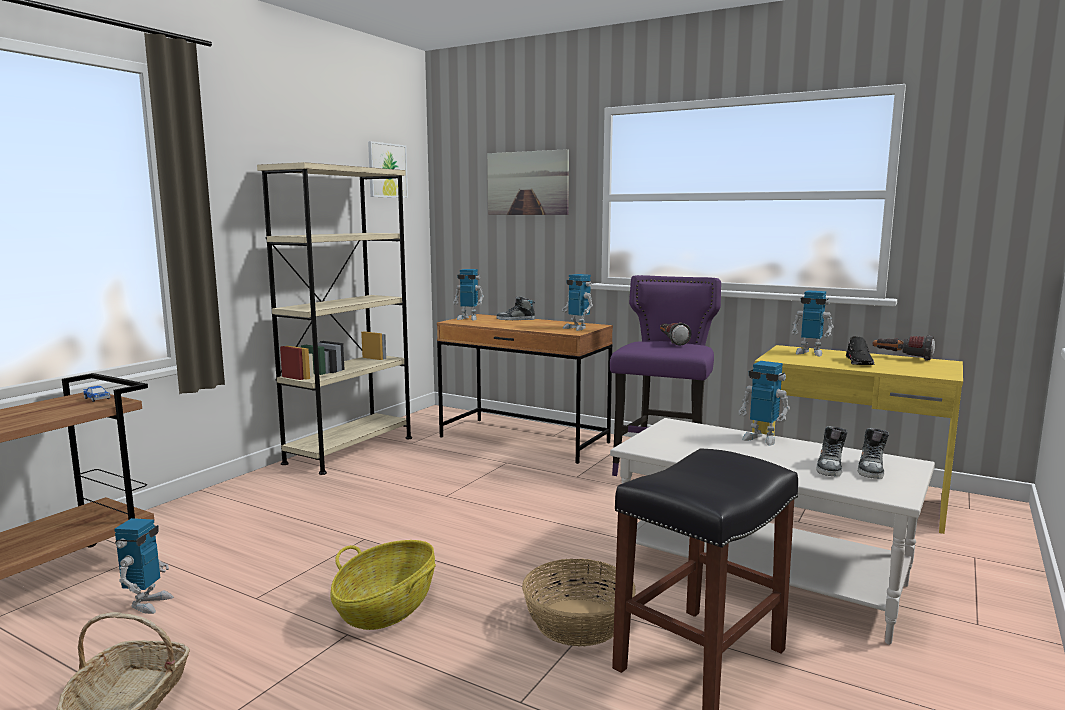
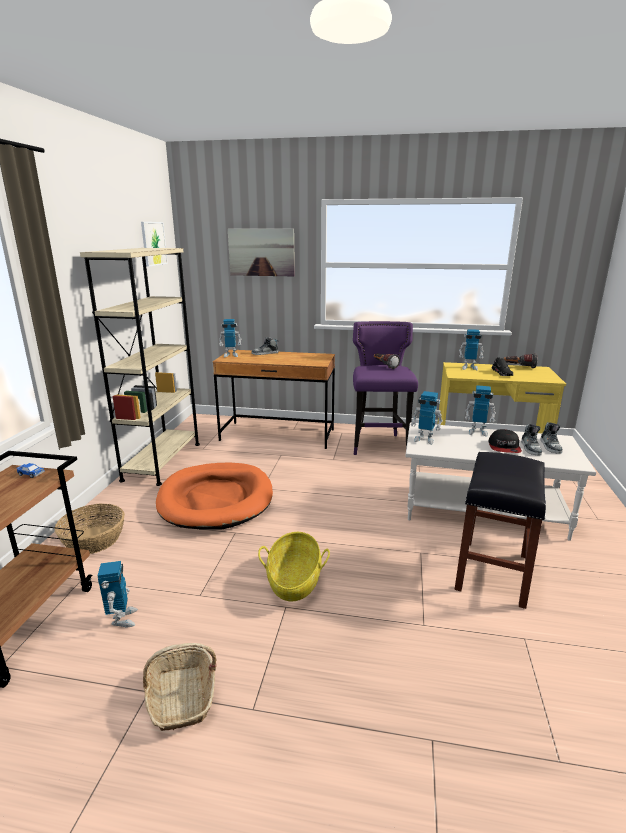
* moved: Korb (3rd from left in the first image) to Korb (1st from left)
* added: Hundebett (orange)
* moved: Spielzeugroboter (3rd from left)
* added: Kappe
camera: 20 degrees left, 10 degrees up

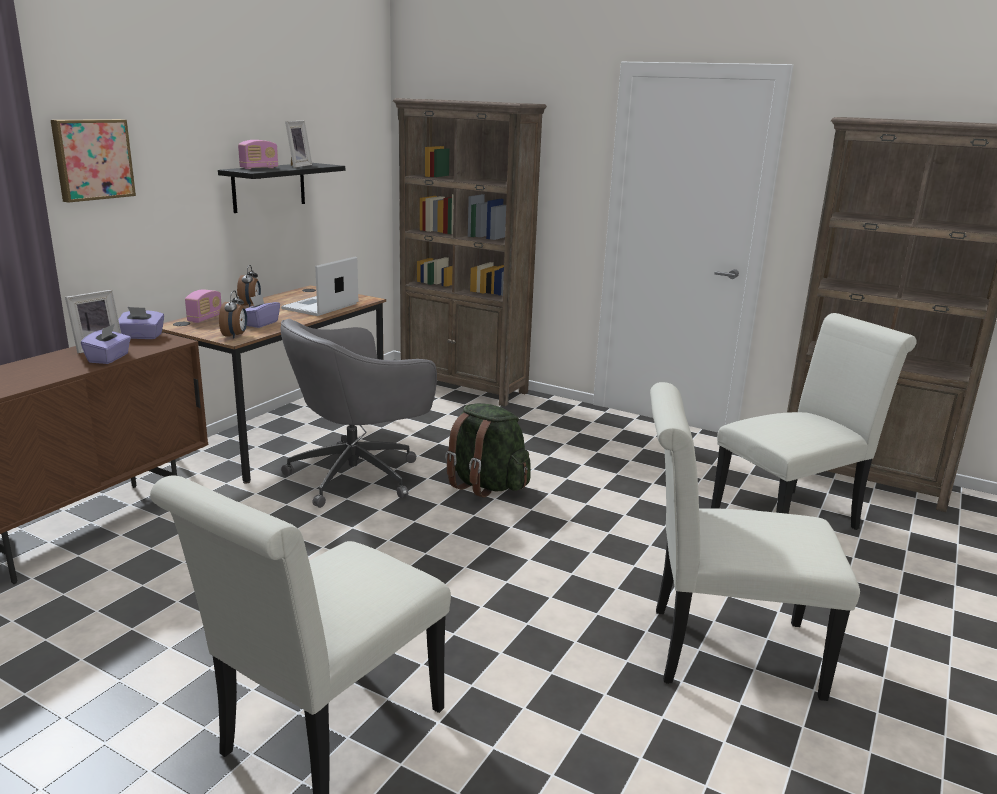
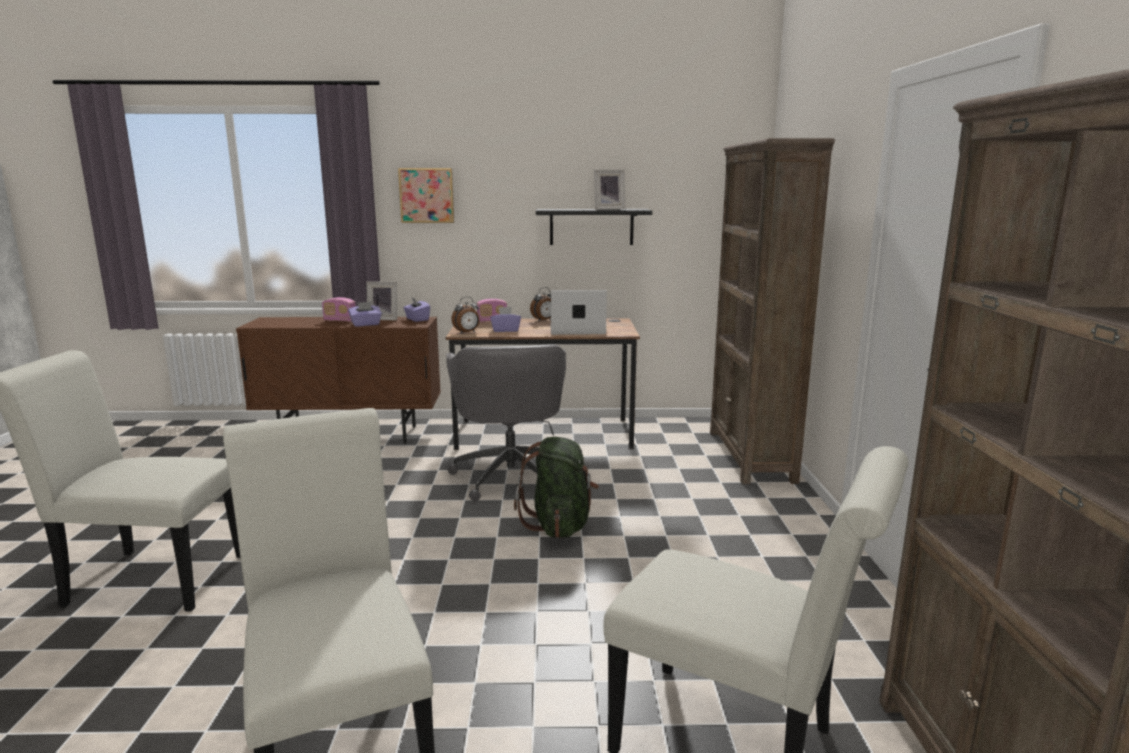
* moved: Radio (2nd from left in the first image) to Radio (1st from left)
* turned: Bürostuhl (grau) 120 degrees counterclockwise
camera: 60 degrees right, 5 degrees down

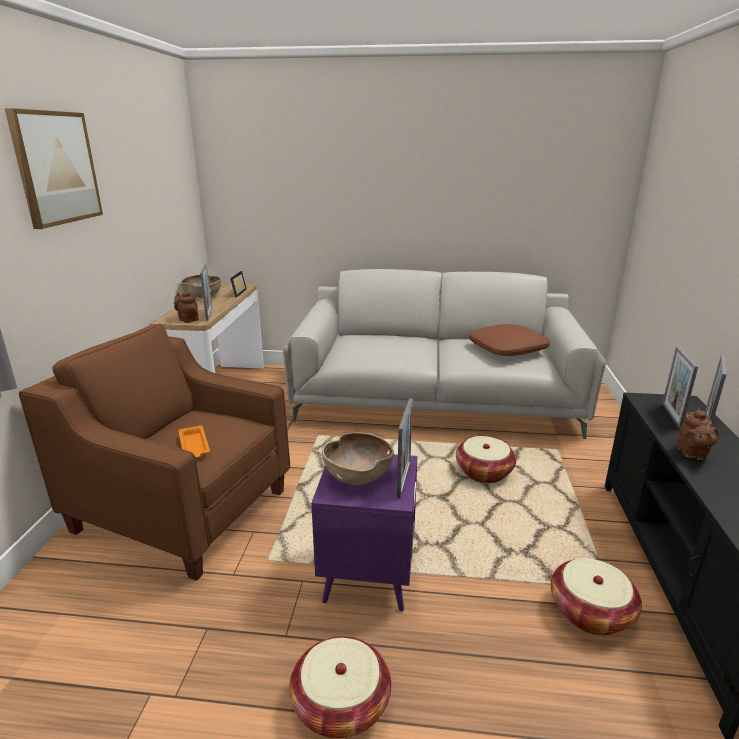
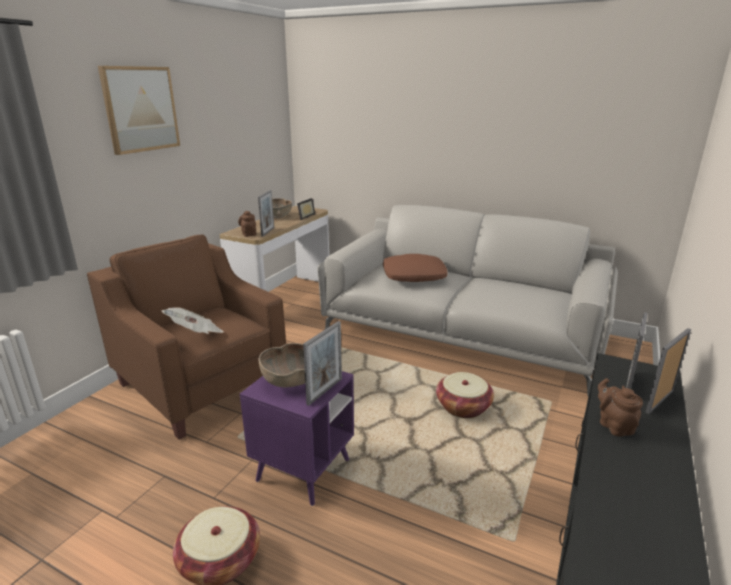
* replaced: Tablett (orange) to Zeitung
* moved: Kissen (braun)
* turned: Teekanne (braun) (2nd from left) 135 degrees clockwise
* removed: Korb (3rd from left)
camera: 20 degrees right, 0 degrees up

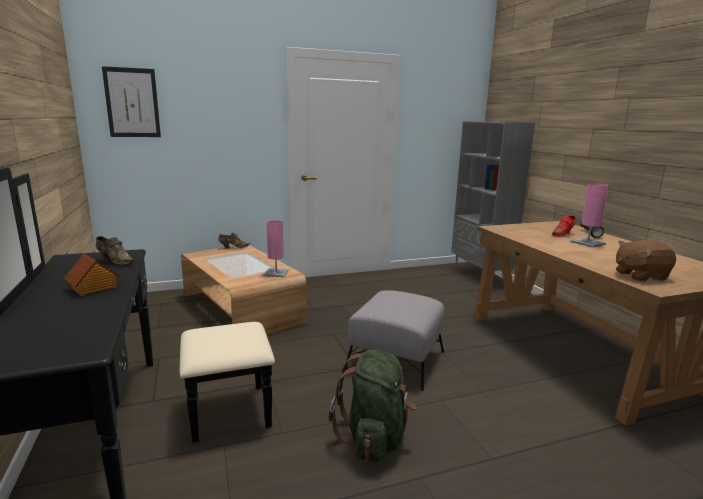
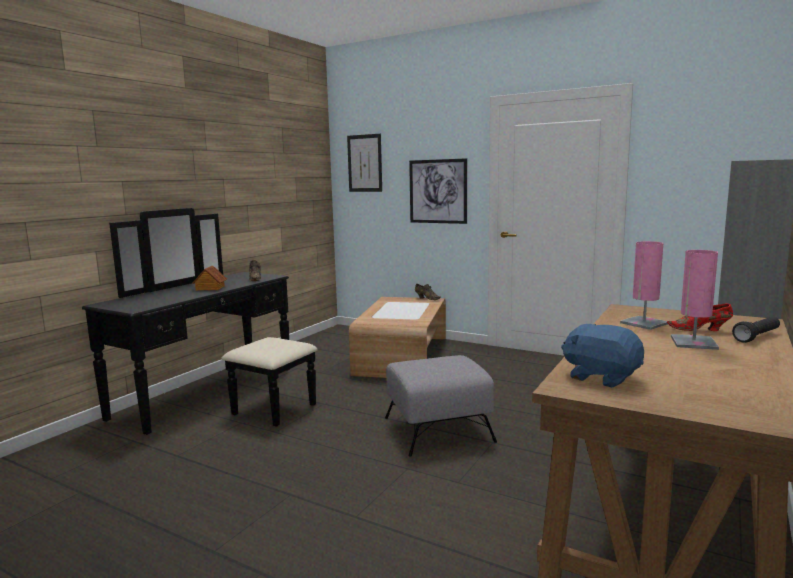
* added: Bild (2nd from left)
* recoloured: Plüschtier (braun) to Plüschtier (blau)
* moved: Tischlampe (rosa) (1st from left)
* removed: Rucksack (grün)
camera: 50 degrees right, 5 degrees down

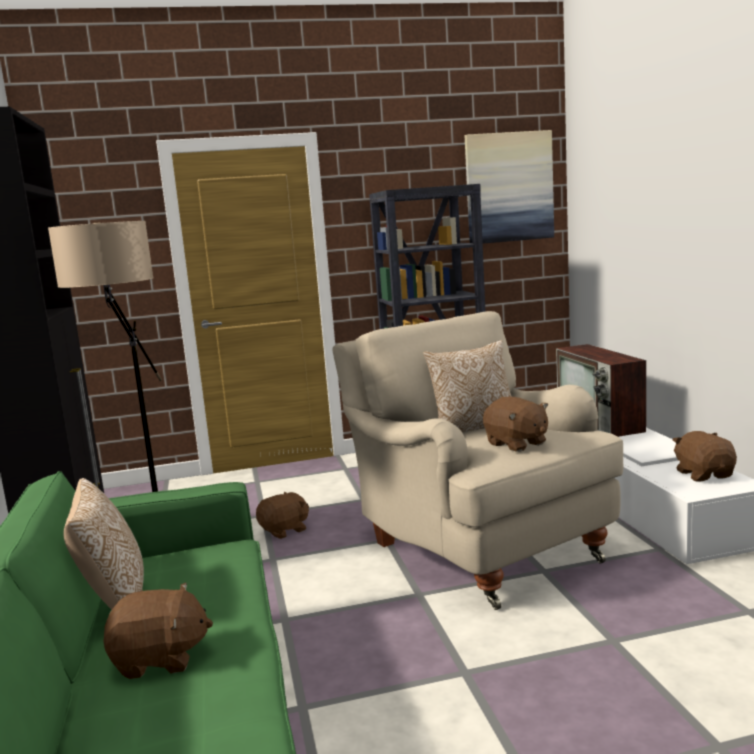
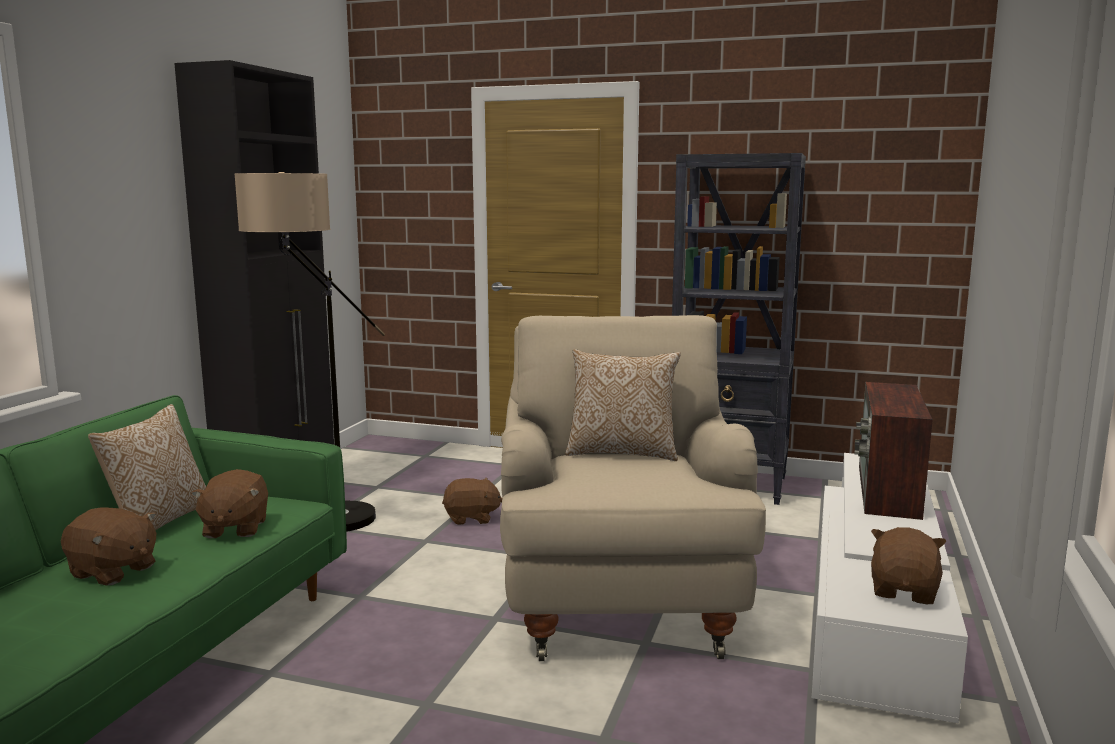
* moved: Plüschtier (braun) (3rd from left in the first image) to Plüschtier (braun) (2nd from left)
* removed: Bild
camera: 30 degrees right, 0 degrees up

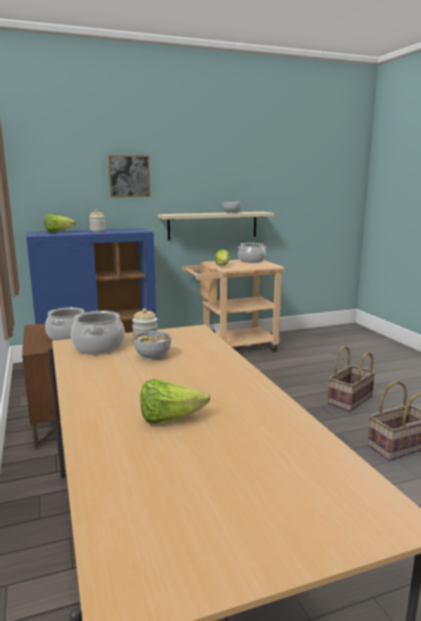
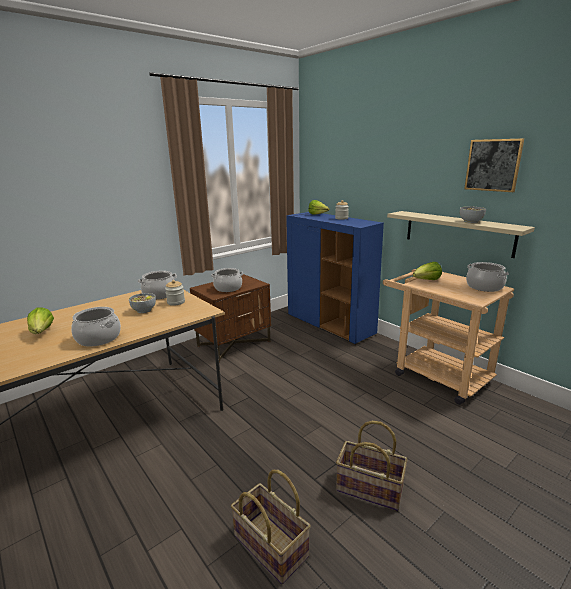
* added: Kochtopf (1st from left)
* moved: Bild
camera: 70 degrees right, 5 degrees up

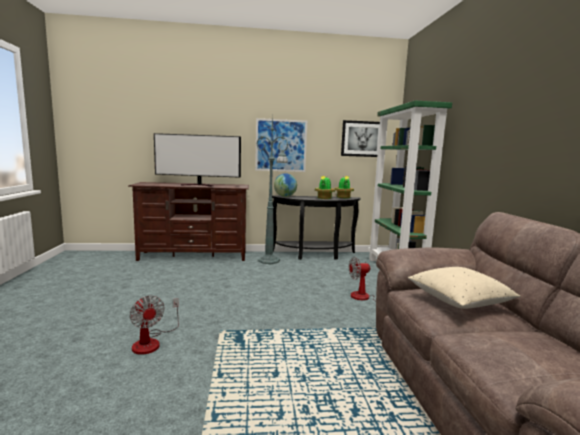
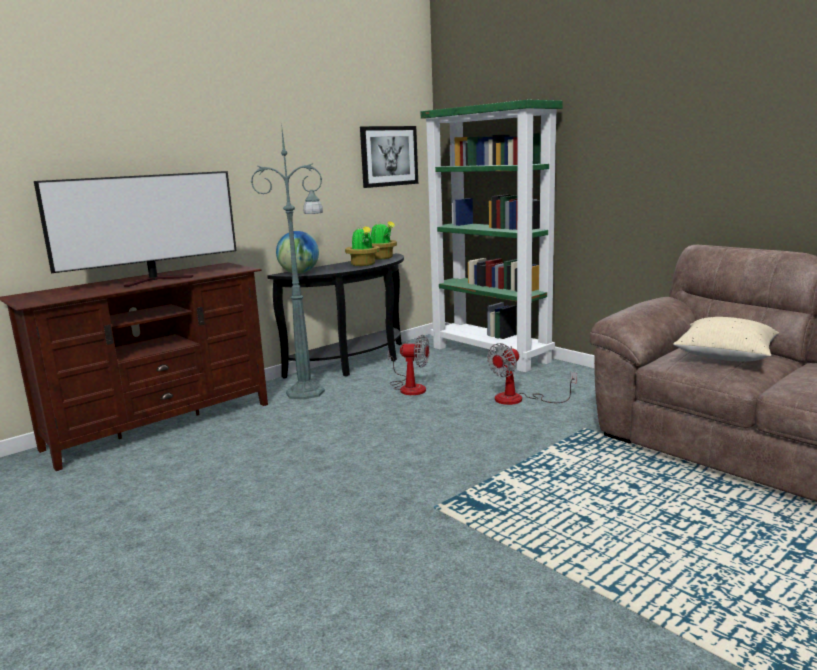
* moved: Ventilator (1st from left)
* removed: Bild (1st from left)
camera: 35 degrees left, 5 degrees up

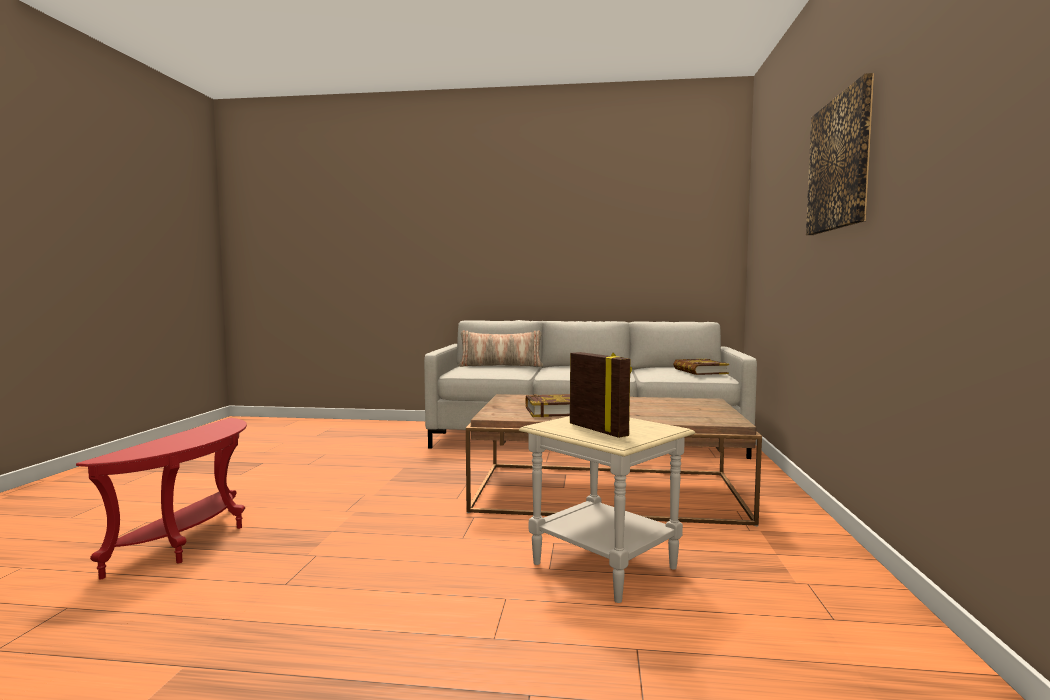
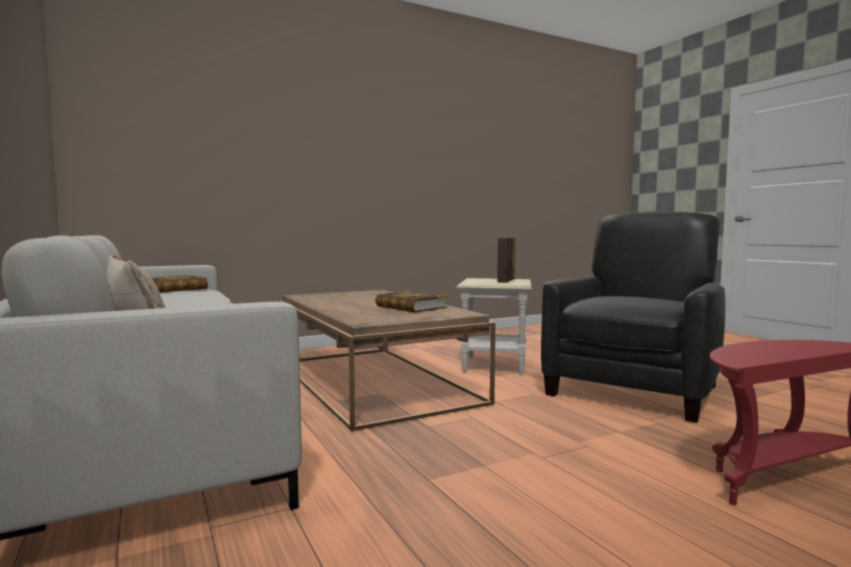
* added: Sessel (schwarz)
* removed: Bild
camera: 125 degrees left, 0 degrees up

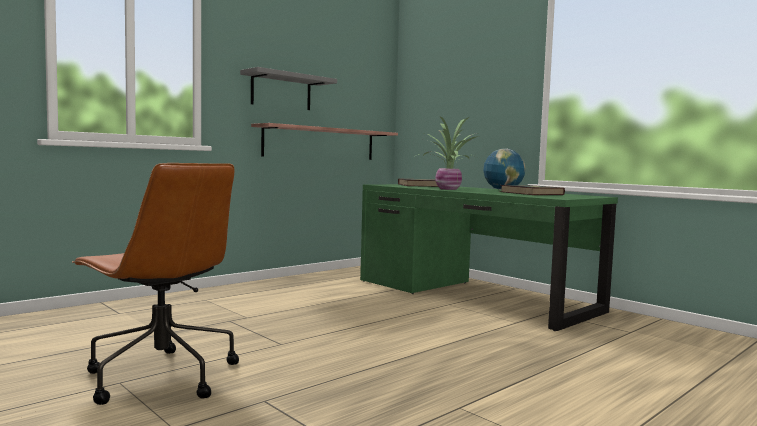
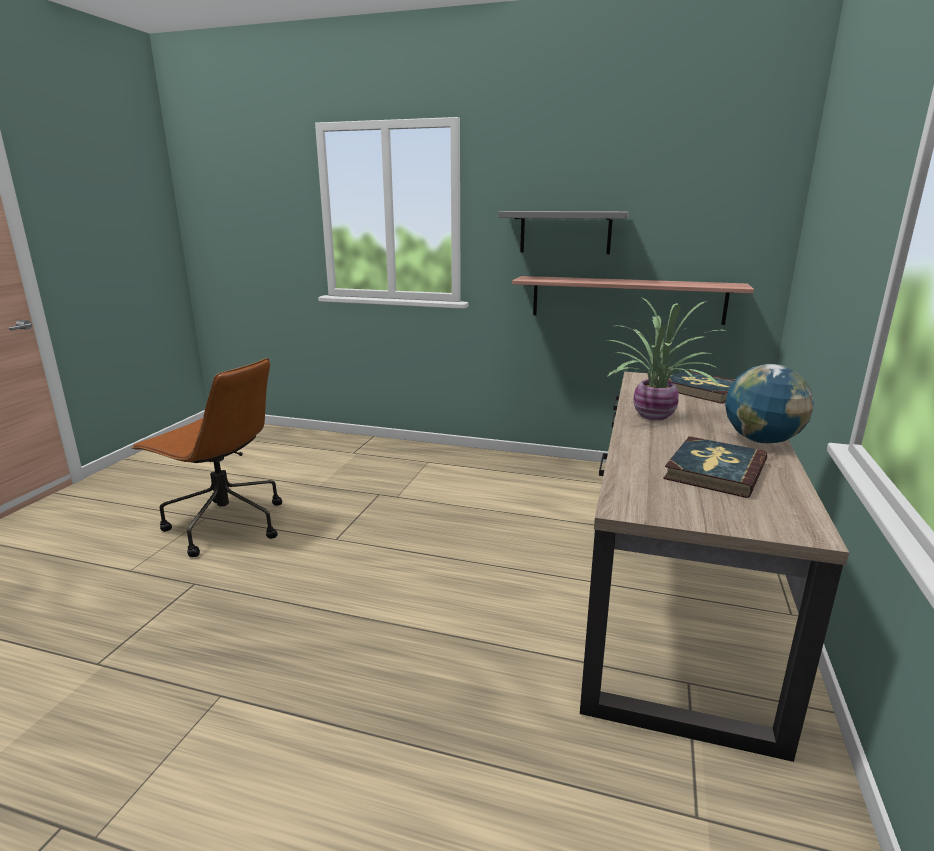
* turned: Bürostuhl (braun) 75 degrees counterclockwise
* recoloured: Schreibtisch (grün) to Schreibtisch (braun)
camera: 60 degrees right, 15 degrees up

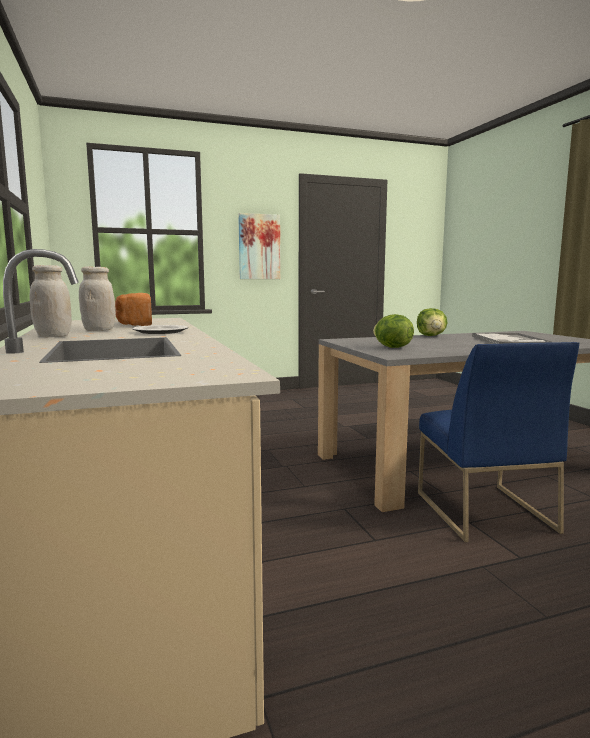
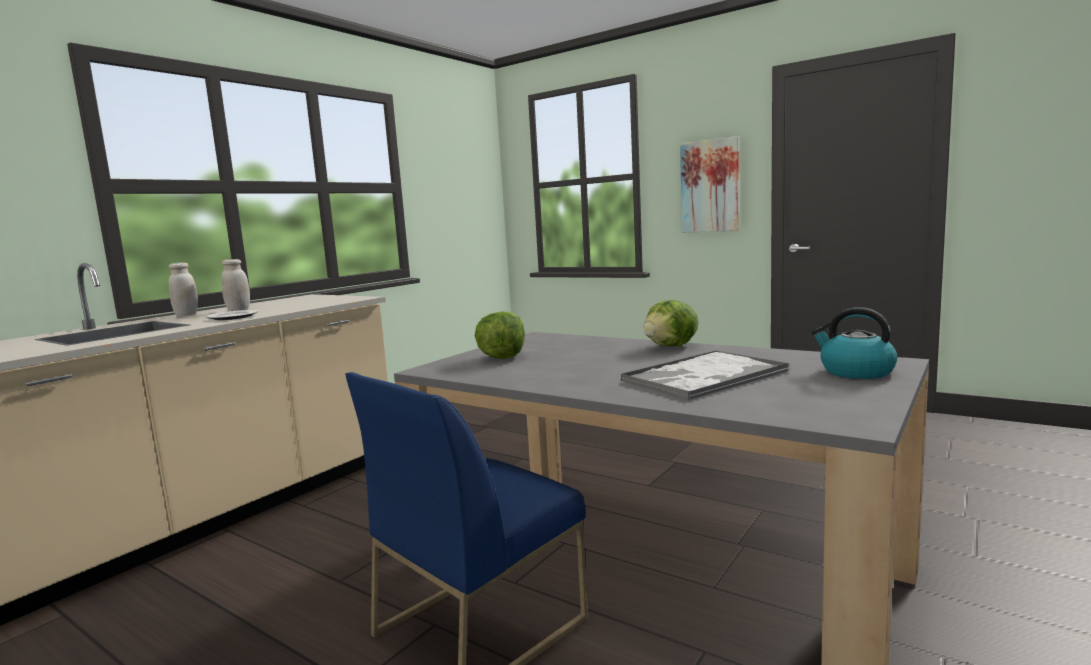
* added: Wasserkessel
* removed: Brot
camera: 55 degrees right, 0 degrees up

